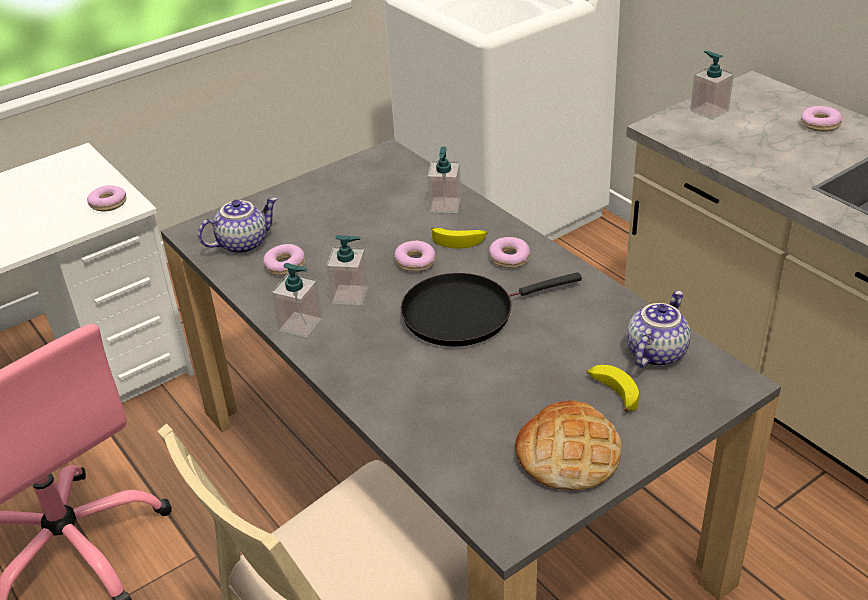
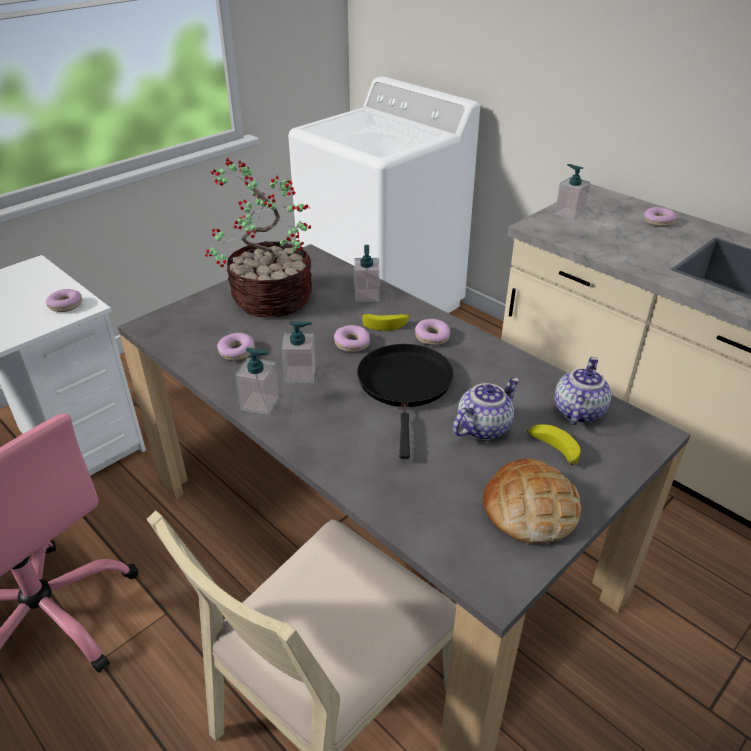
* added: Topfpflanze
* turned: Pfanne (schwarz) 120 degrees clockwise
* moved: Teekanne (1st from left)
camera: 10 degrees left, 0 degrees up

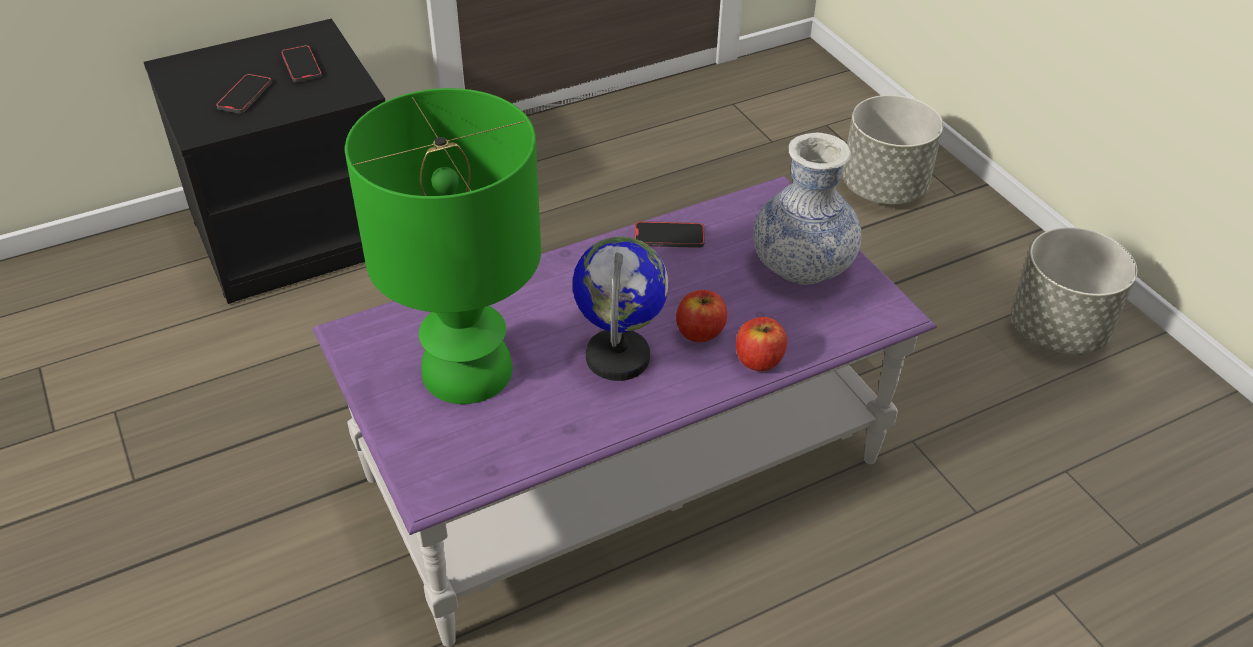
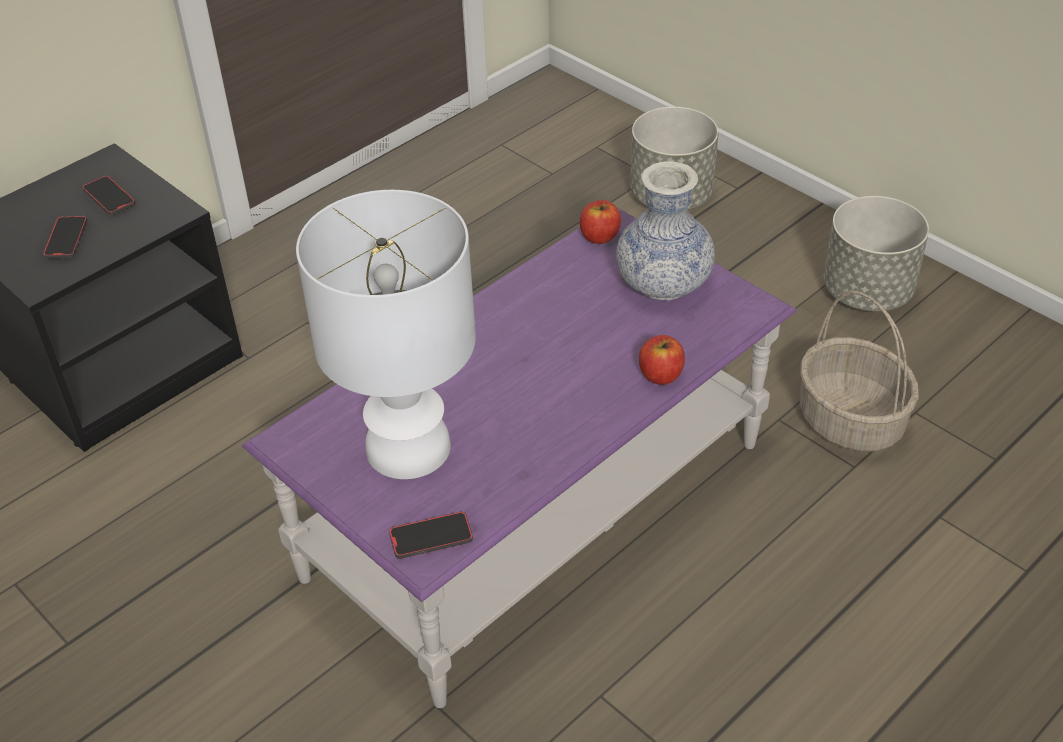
* recoloured: Tischlampe (grün) to Tischlampe (weiß)
* moved: Handy (3rd from left)
* moved: Apfel (1st from left)
* added: Korb
* removed: Globus
camera: 15 degrees left, 0 degrees up

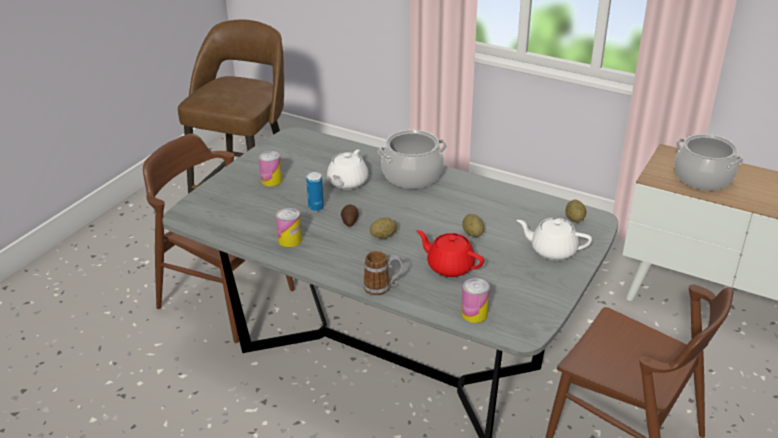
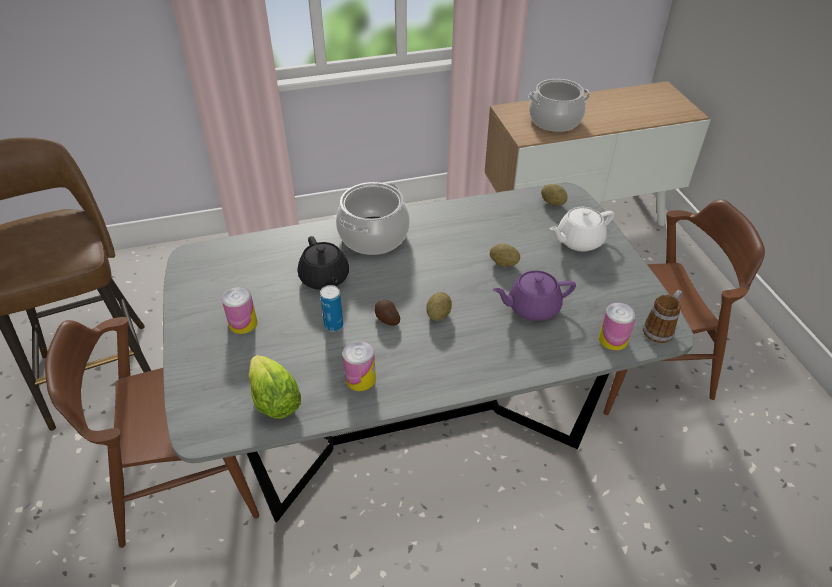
* added: Salatkopf
* recoloured: Teekanne (weiß) (1st from left) to Teekanne (schwarz)
* recoloured: Teekanne (rot) to Teekanne (lila)
* moved: Henkelbecher
camera: 45 degrees left, 10 degrees up

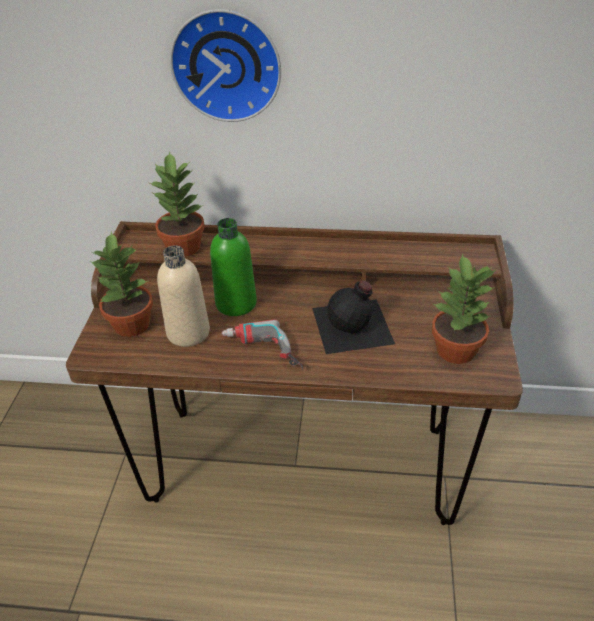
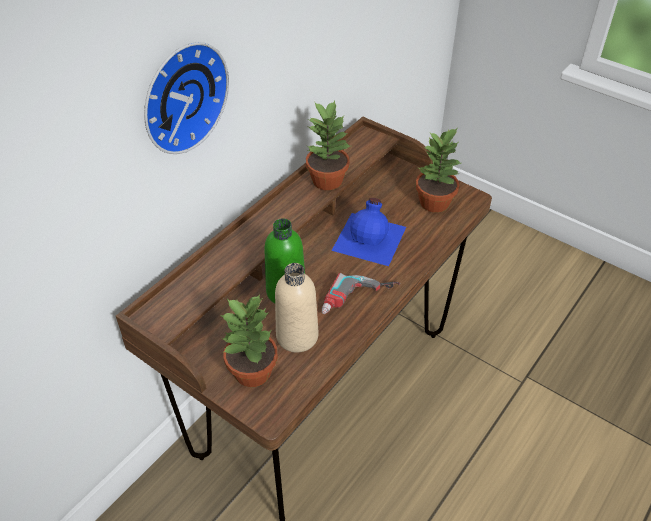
* moved: Topfpflanze (2nd from left)
* recoloured: Flasche (schwarz) to Flasche (blau)
camera: 60 degrees left, 5 degrees up

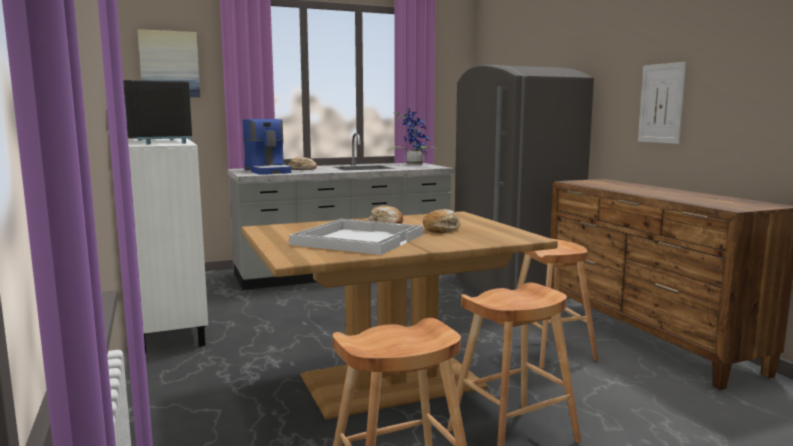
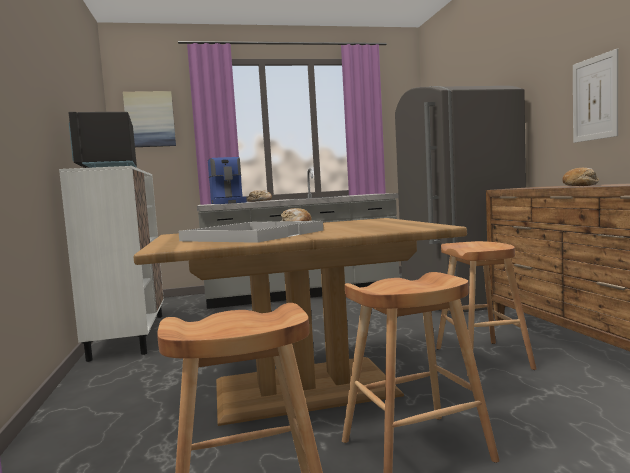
* moved: Brot (3rd from left)
* removed: Topfpflanze
camera: 10 degrees right, 5 degrees down

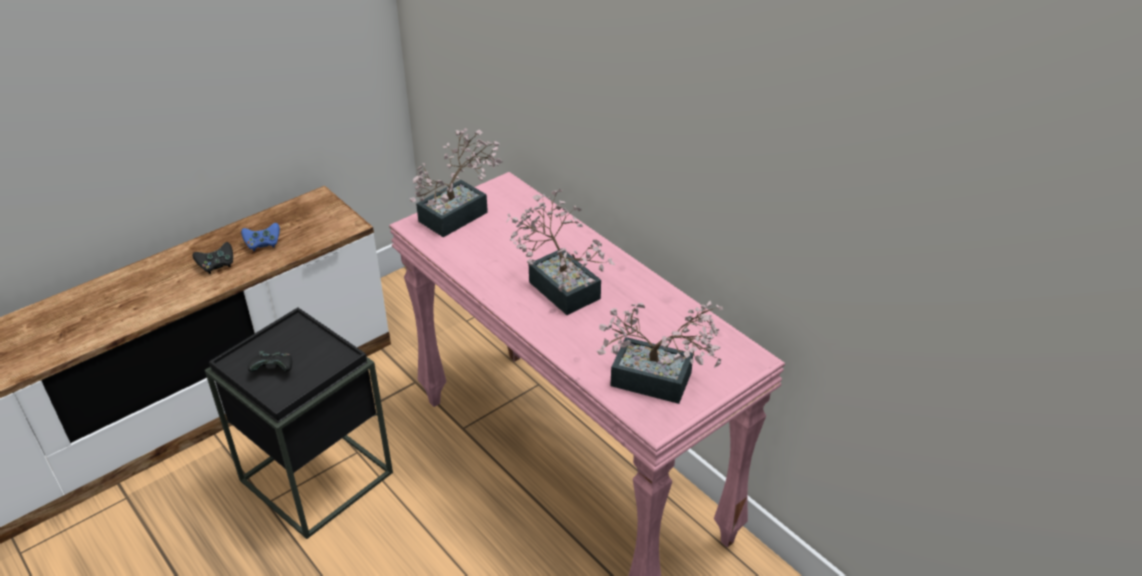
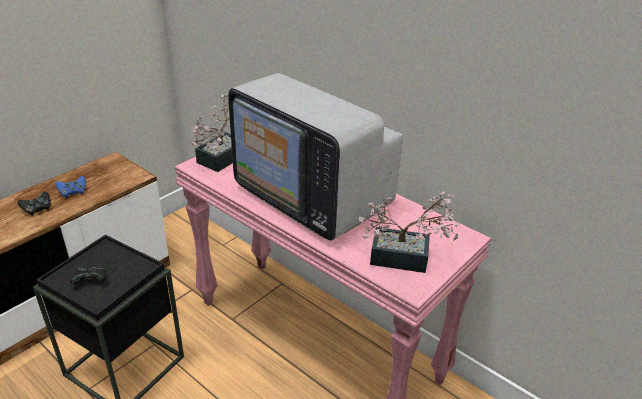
* replaced: Topfpflanze (2nd from left) to Fernseher
camera: 10 degrees left, 5 degrees down

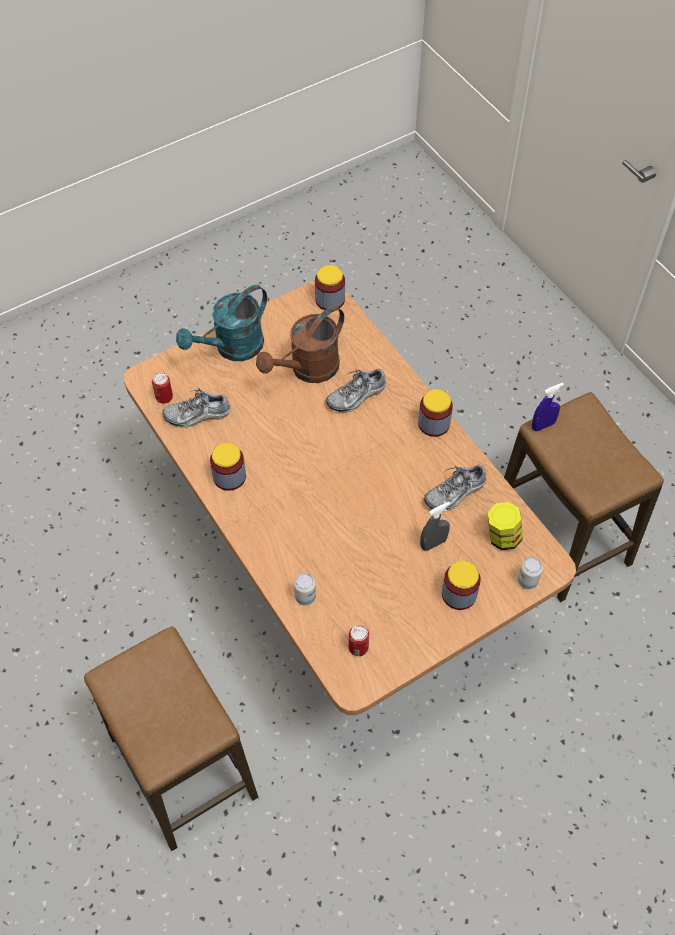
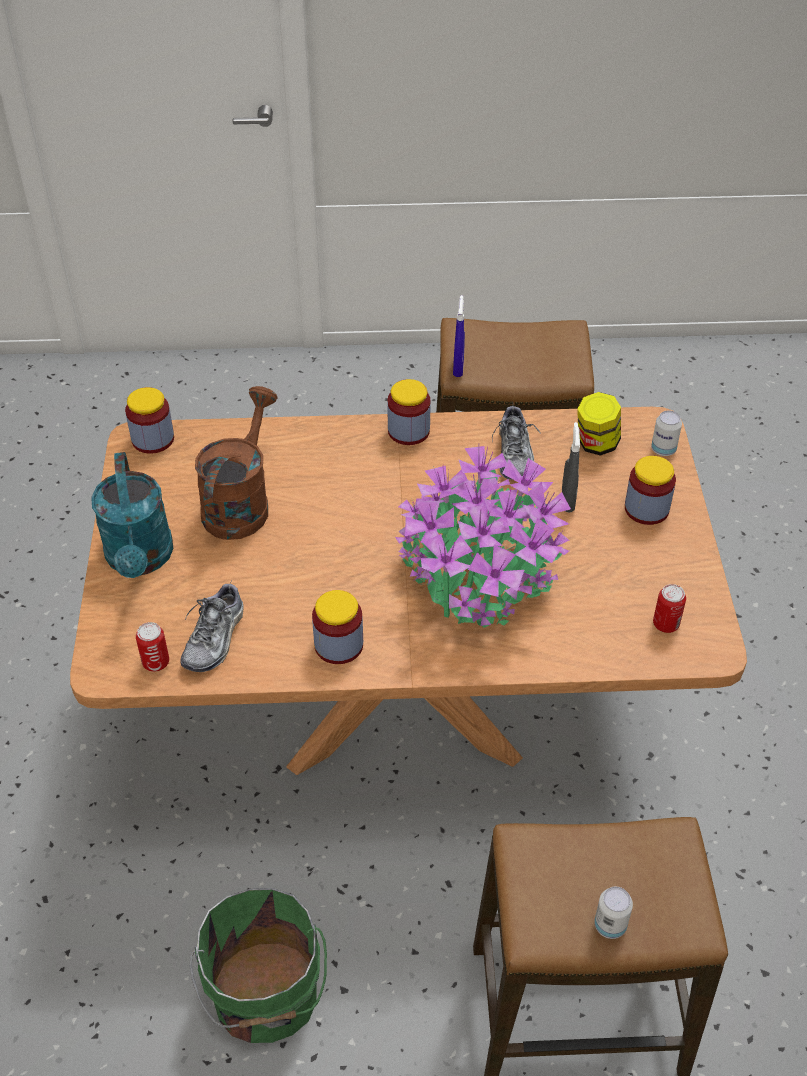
* added: Eimer (grün)
* turned: Gießkanne (braun) 150 degrees counterclockwise
* added: Topfpflanze
* moved: Dose (2nd from left)
* removed: Schuh (2nd from left)
camera: 60 degrees left, 10 degrees down

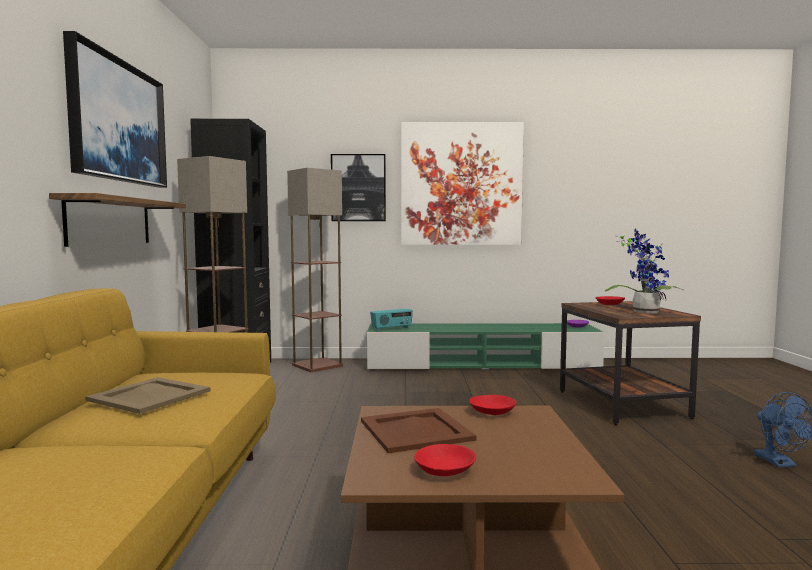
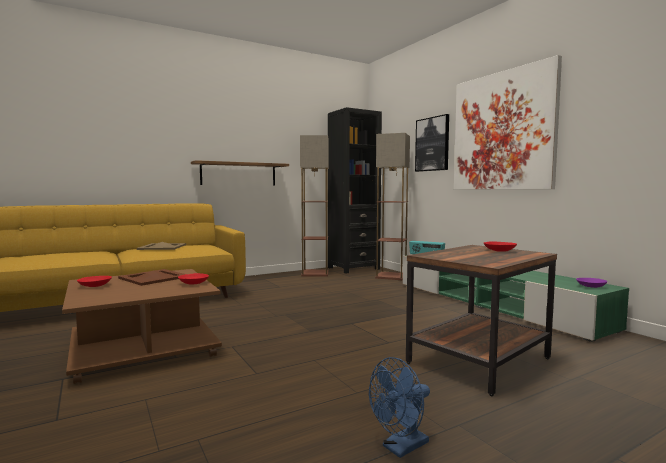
* removed: Bild (1st from left)
* removed: Topfpflanze
camera: 60 degrees right, 0 degrees up

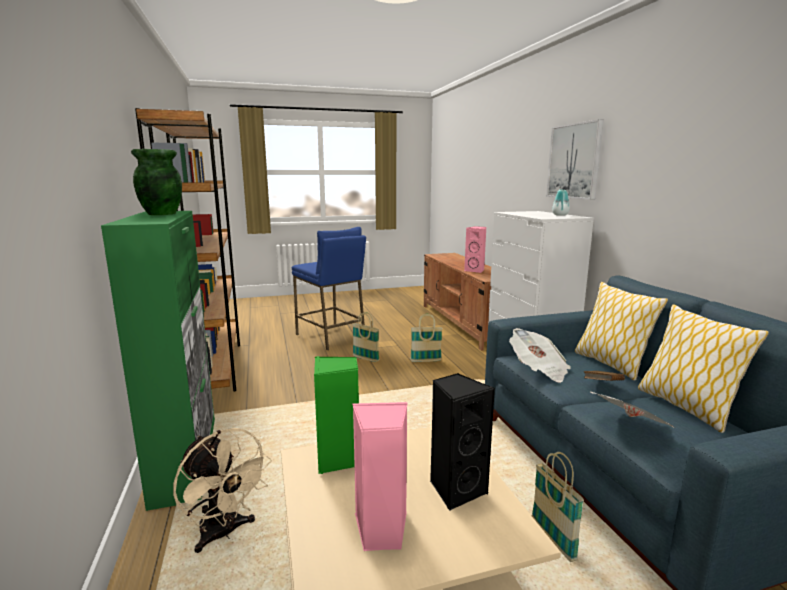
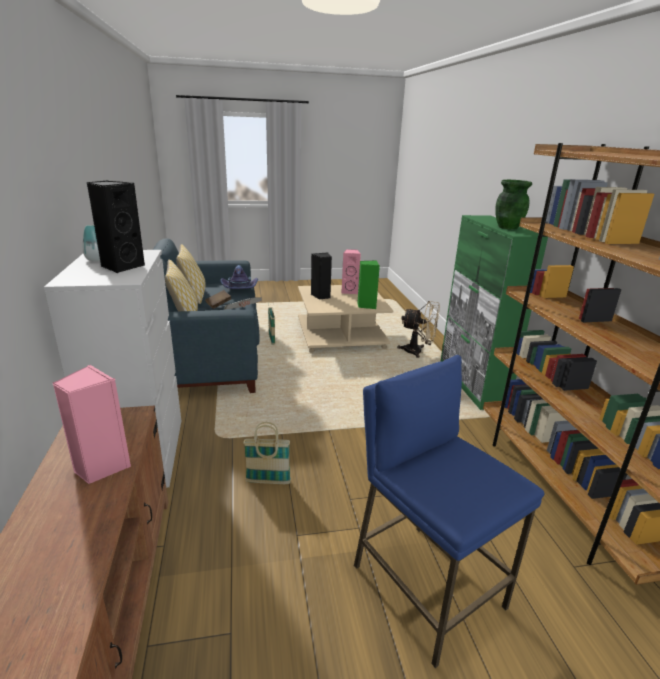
* added: Lautsprecher (schwarz) (1st from left)
* replaced: Zeitung (2nd from left) to Hut (lila)
* turned: Ventilator (beige) 150 degrees clockwise
* removed: Korb (1st from left)
* removed: Bild
camera: 175 degrees left, 10 degrees up

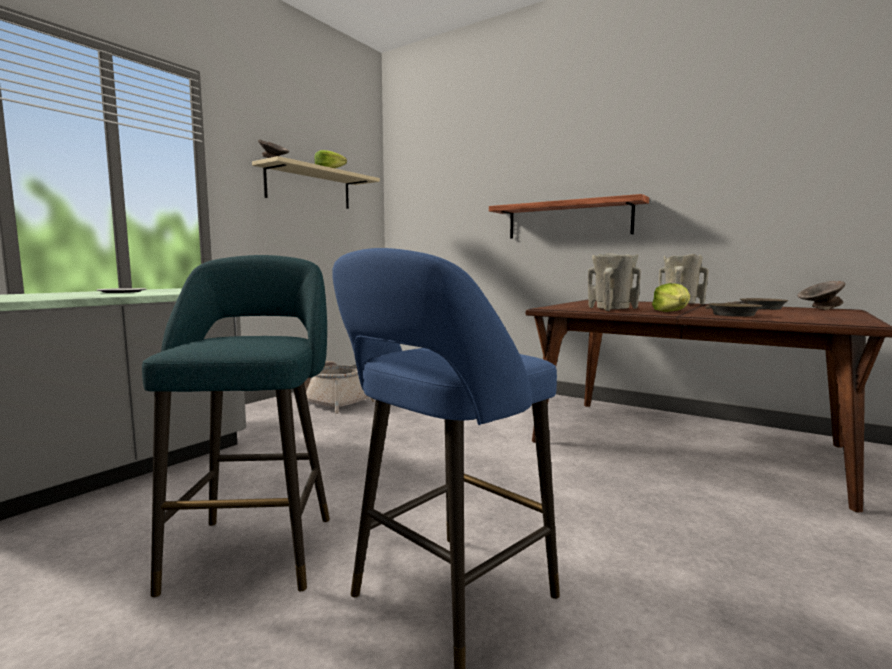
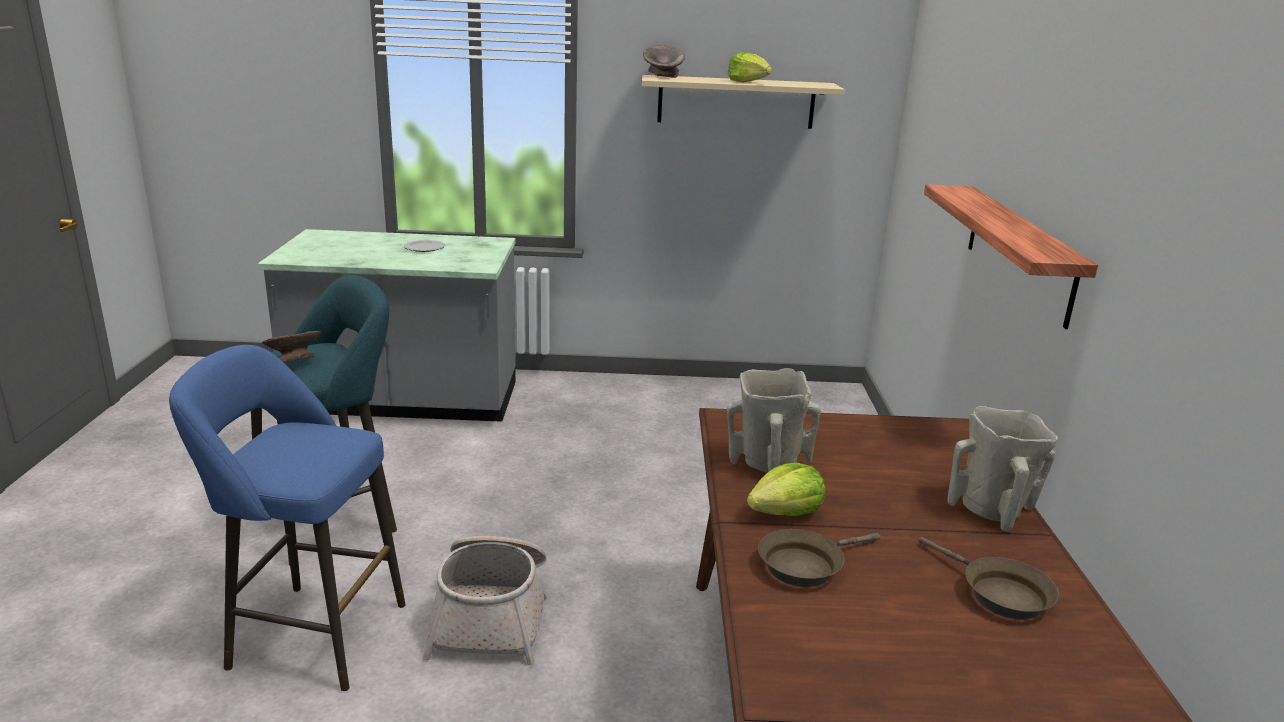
* moved: Schüssel (grau) (2nd from left in the first image) to Schüssel (grau) (1st from left)
* moved: Korb
camera: 55 degrees right, 15 degrees up

